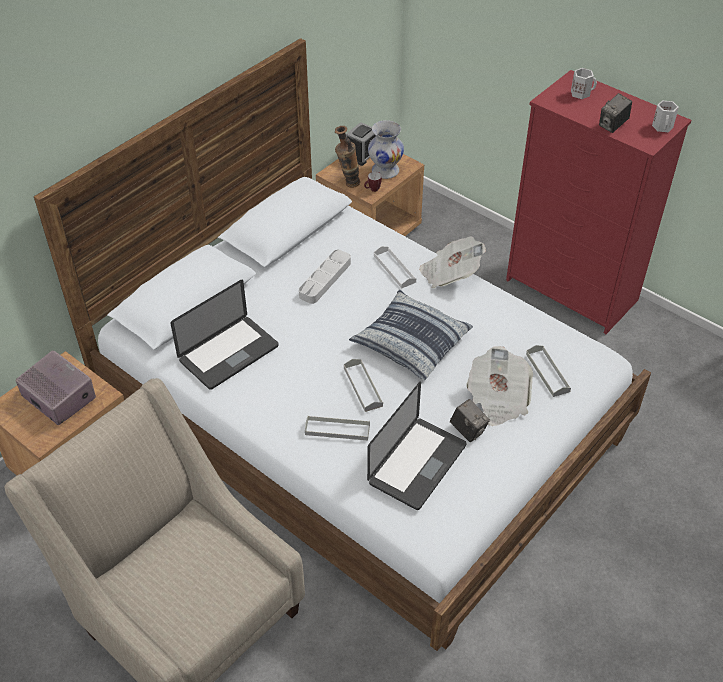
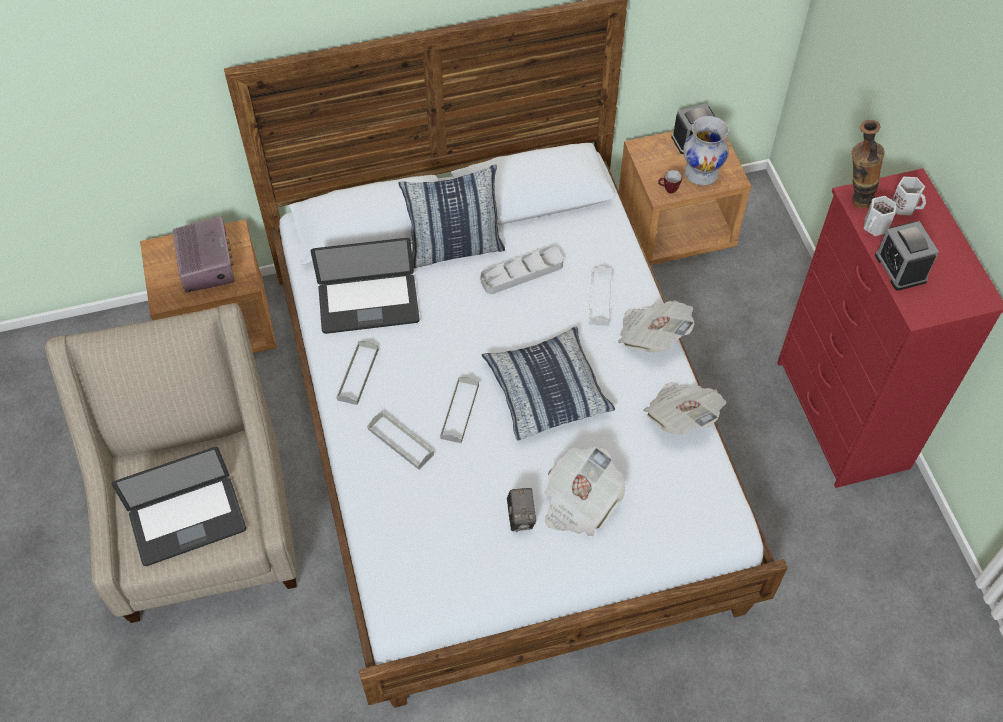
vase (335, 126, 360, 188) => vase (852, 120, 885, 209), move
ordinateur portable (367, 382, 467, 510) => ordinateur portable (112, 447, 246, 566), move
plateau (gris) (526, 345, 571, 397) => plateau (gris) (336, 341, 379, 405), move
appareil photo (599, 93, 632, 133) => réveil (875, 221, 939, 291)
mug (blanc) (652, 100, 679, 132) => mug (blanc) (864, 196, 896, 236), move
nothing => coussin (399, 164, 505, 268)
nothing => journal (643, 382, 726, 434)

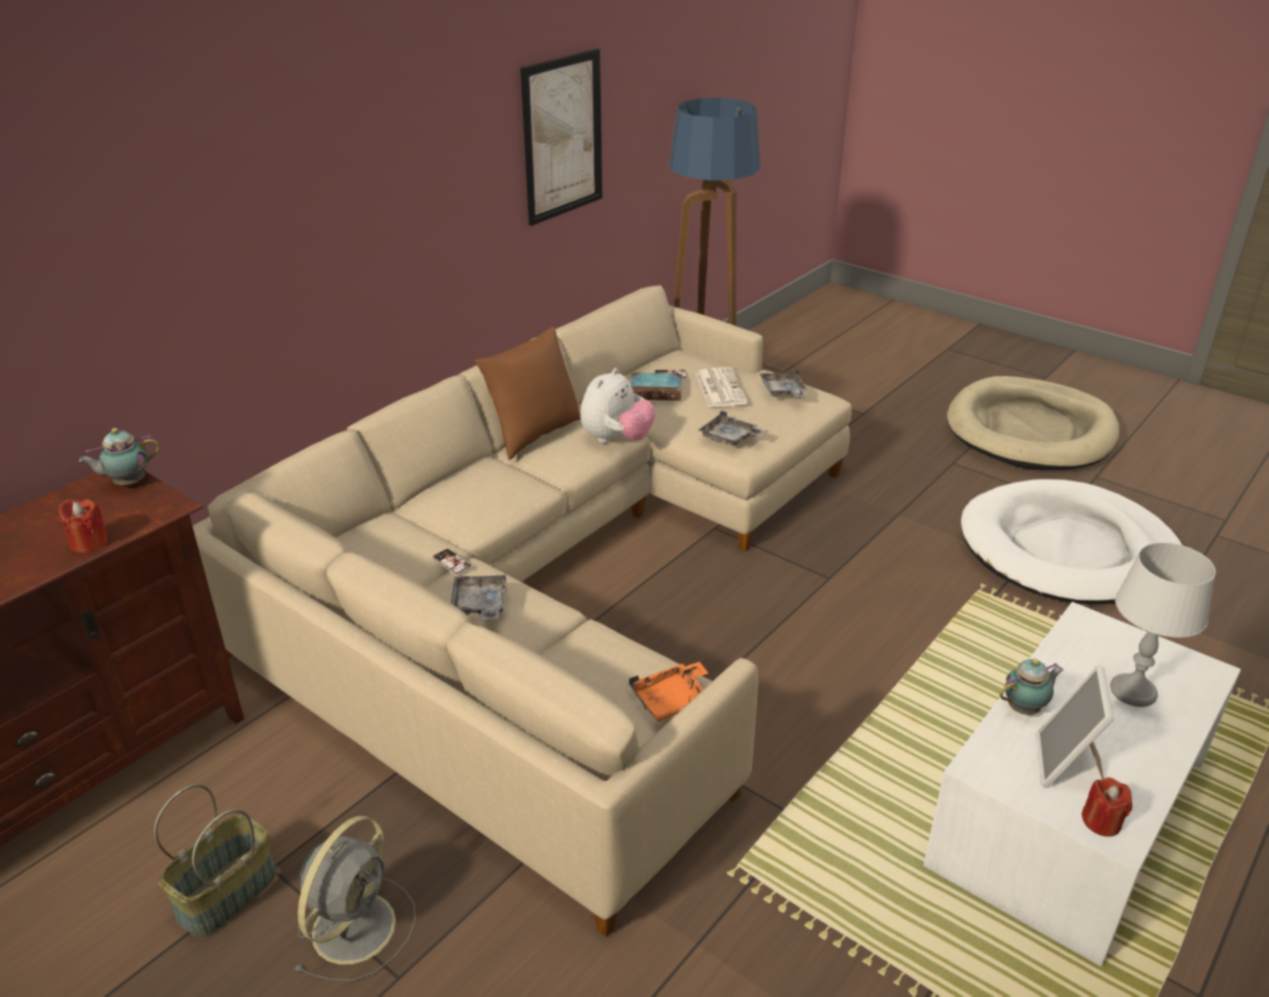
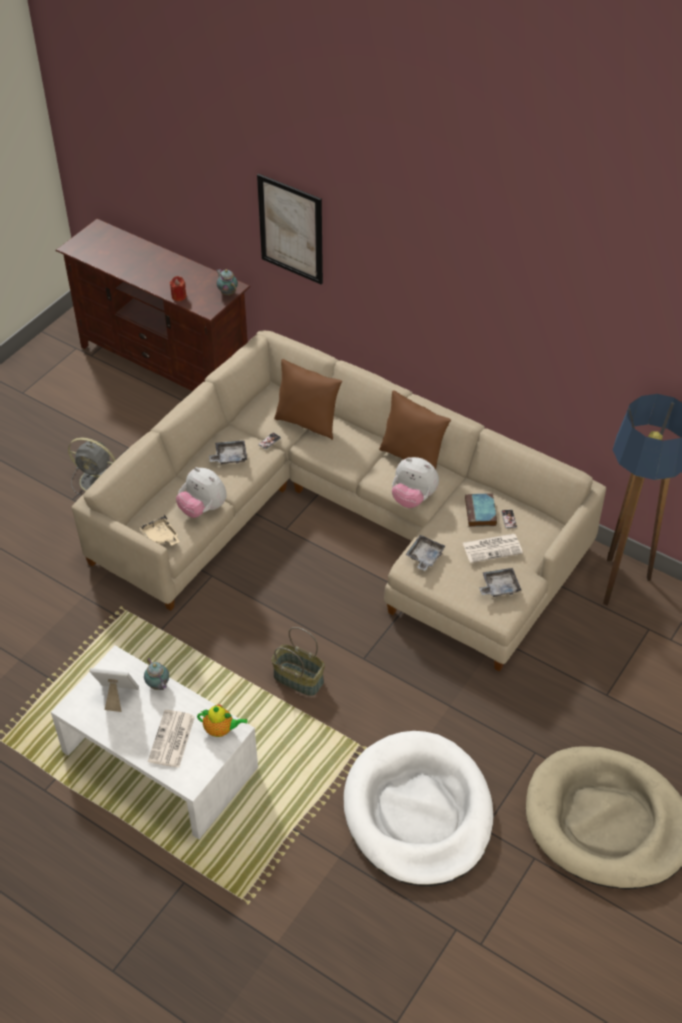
panier (154, 784, 277, 937) => panier (271, 627, 325, 696), move
tableau (520, 48, 603, 226) => tableau (257, 174, 323, 285), move
plateau (orange) (629, 662, 708, 722) => plateau (beige) (139, 515, 180, 546)
bougie (rouge) (1081, 777, 1132, 837) => nothing
lampe de table (gris) (1110, 542, 1216, 707) => journal (148, 710, 195, 768)
nothing => peluche (176, 467, 227, 518)
nothing => théière (197, 705, 248, 737)
nothing => coussin (marron) (274, 359, 342, 440)

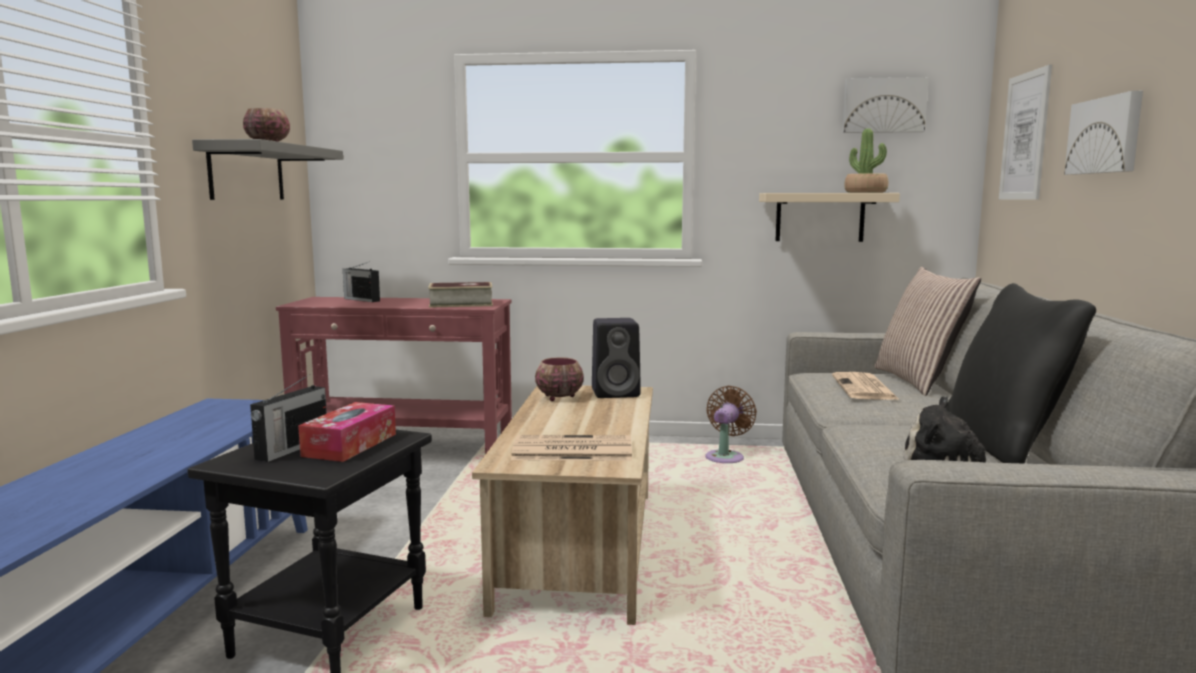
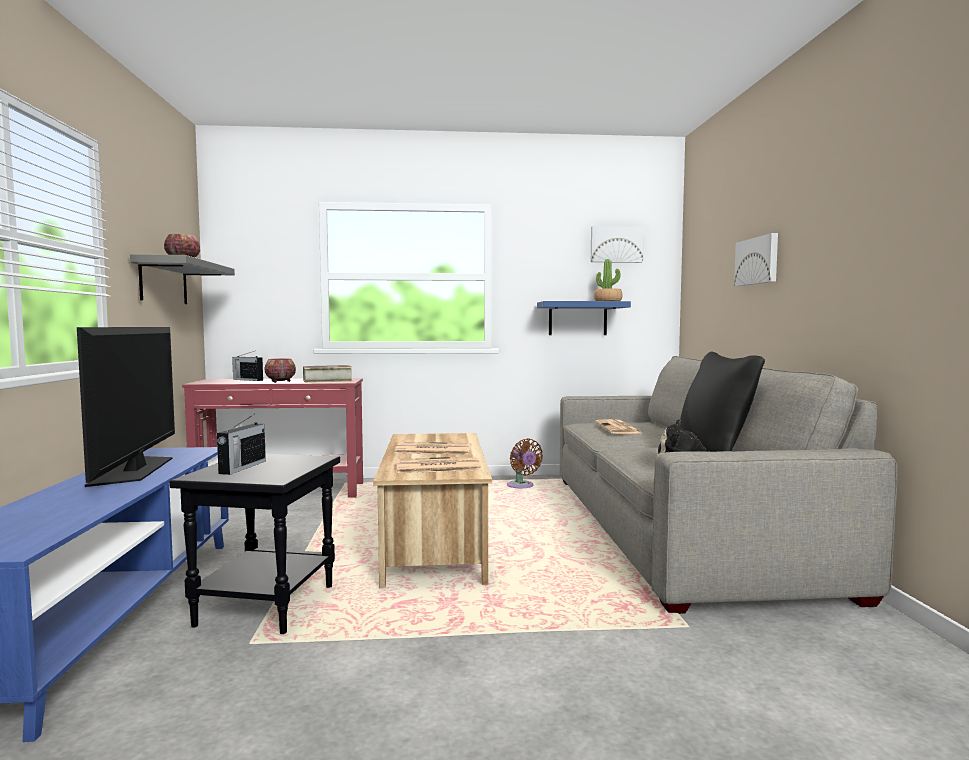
boîte à mouchoirs (298, 402, 396, 462) => nothing
bol (535, 357, 583, 401) => bol (264, 358, 296, 383), move
enceinte (noir) (592, 318, 641, 398) => nothing
ventilateur (marron) (705, 386, 757, 463) => ventilateur (marron) (507, 438, 543, 488), 135 degrees clockwise
étagère (beige) (759, 193, 900, 242) => étagère (bleu) (537, 301, 631, 335)
coussin (875, 267, 981, 396) => nothing
tableau (999, 65, 1052, 200) => nothing
nothing => téléviseur (77, 327, 175, 487)
nothing => journal (395, 442, 472, 455)

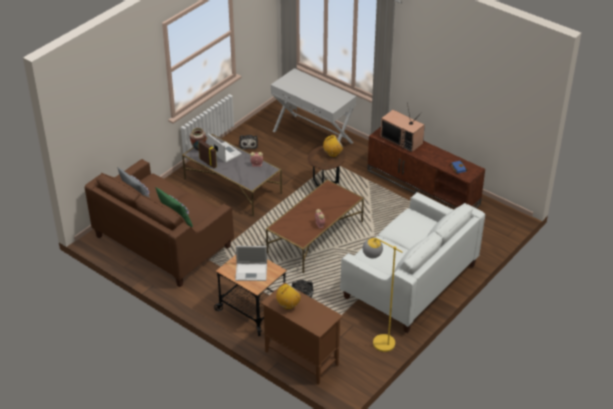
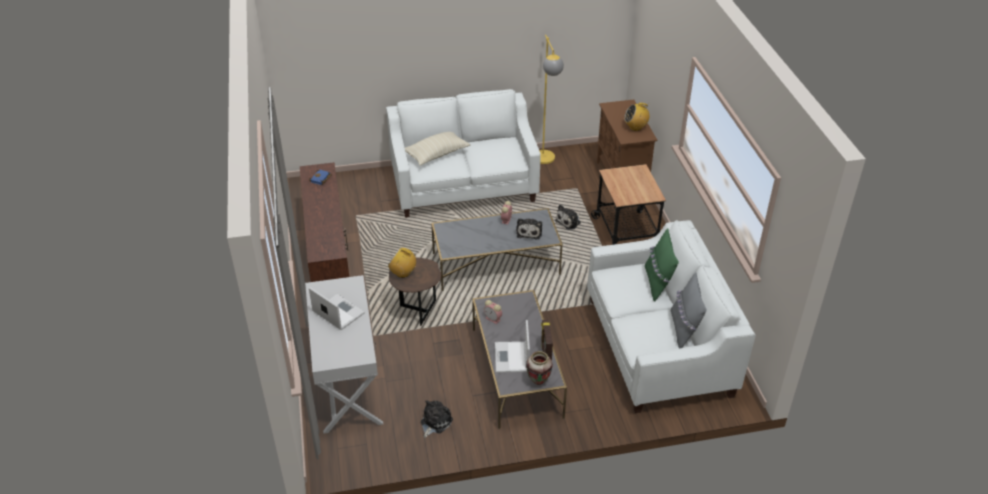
canapé (marron) (85, 159, 234, 287) => canapé (blanc) (587, 220, 756, 413)
ordinateur portable (235, 246, 267, 281) => ordinateur portable (309, 287, 365, 330), move
table basse (marron) (266, 179, 364, 273) => table basse (gris) (431, 208, 563, 291)
téléviseur (380, 102, 425, 152) => nothing
nothing => coussin (beige) (405, 132, 470, 166)
nothing => peluche (516, 218, 542, 239)

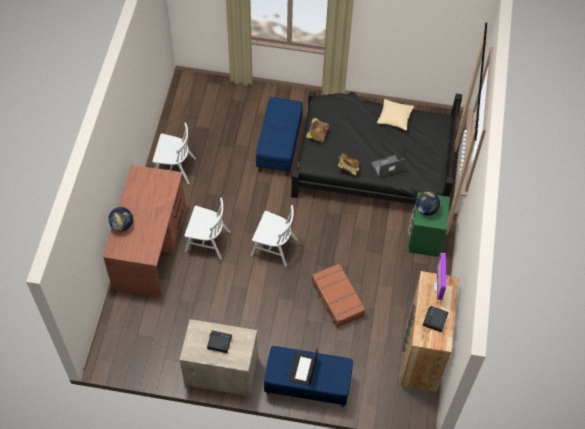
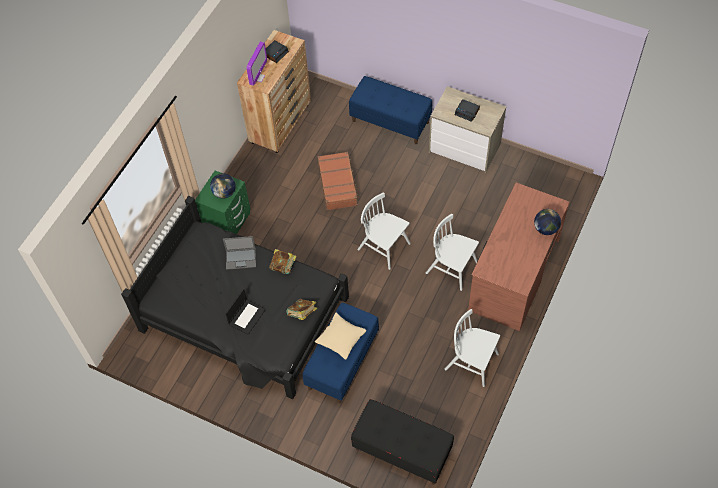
ordinateur portable (288, 349, 318, 386) => ordinateur portable (225, 288, 266, 335), move
coussin (beige) (377, 99, 414, 130) => coussin (beige) (315, 313, 366, 360), move
nothing => banc (noir) (351, 399, 454, 485)

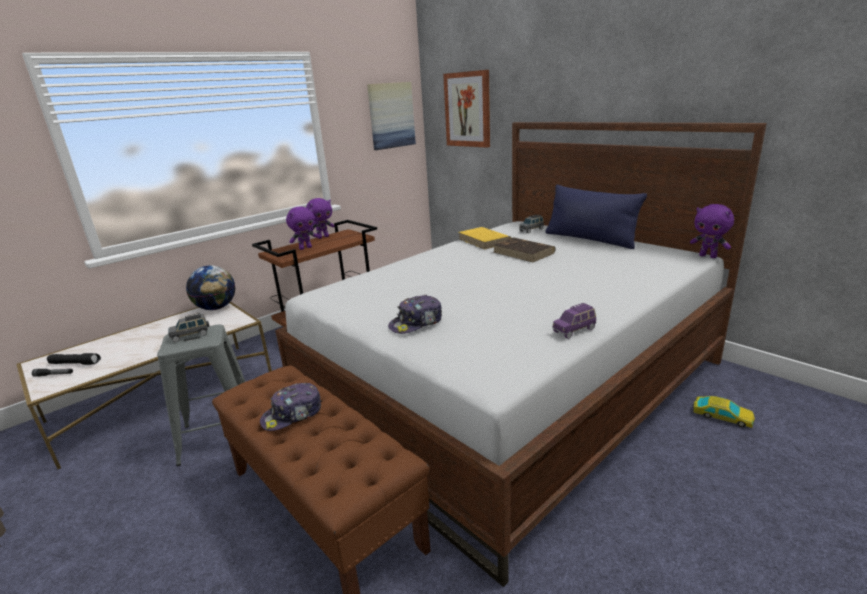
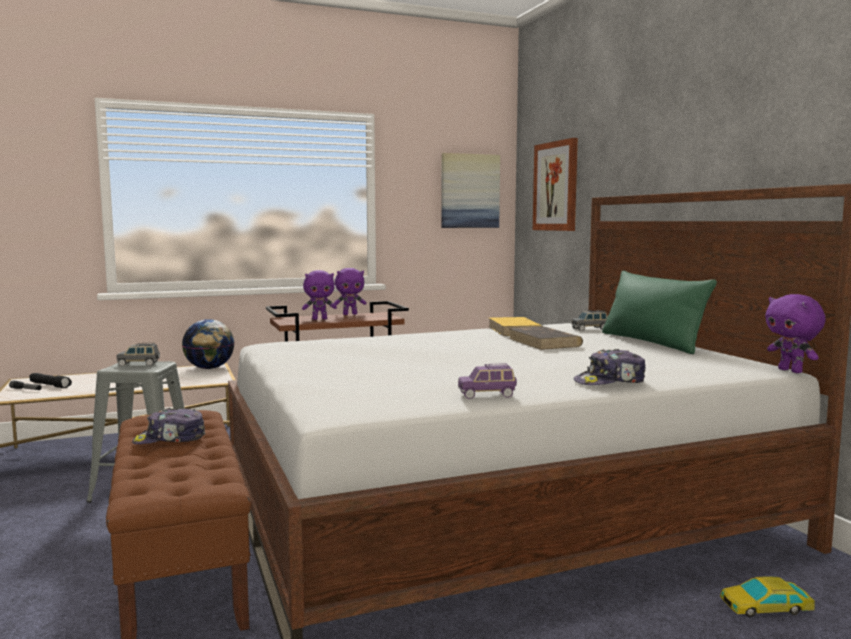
casquette (388, 295, 442, 334) => casquette (574, 349, 646, 385), move
coussin (bleu) (545, 185, 647, 249) => coussin (vert) (602, 271, 717, 354)
petite voiture (693, 396, 755, 428) => petite voiture (720, 576, 815, 617), 120 degrees clockwise

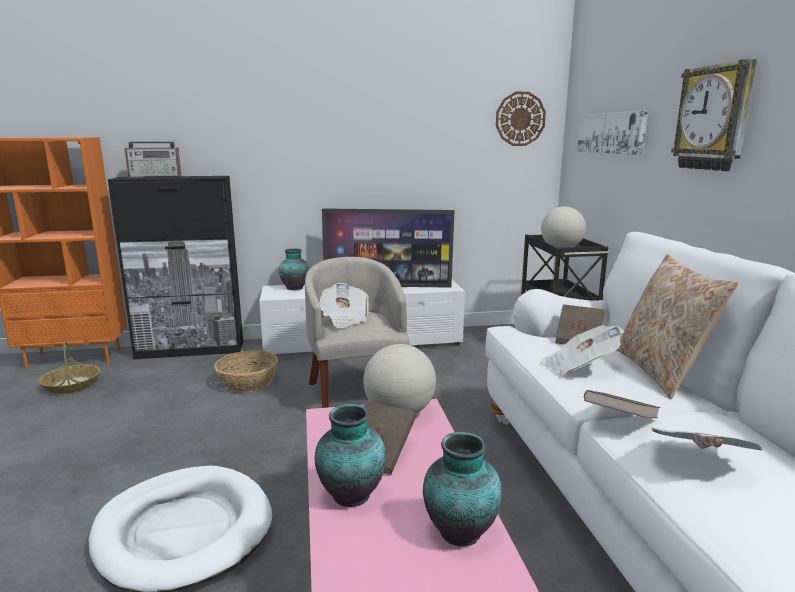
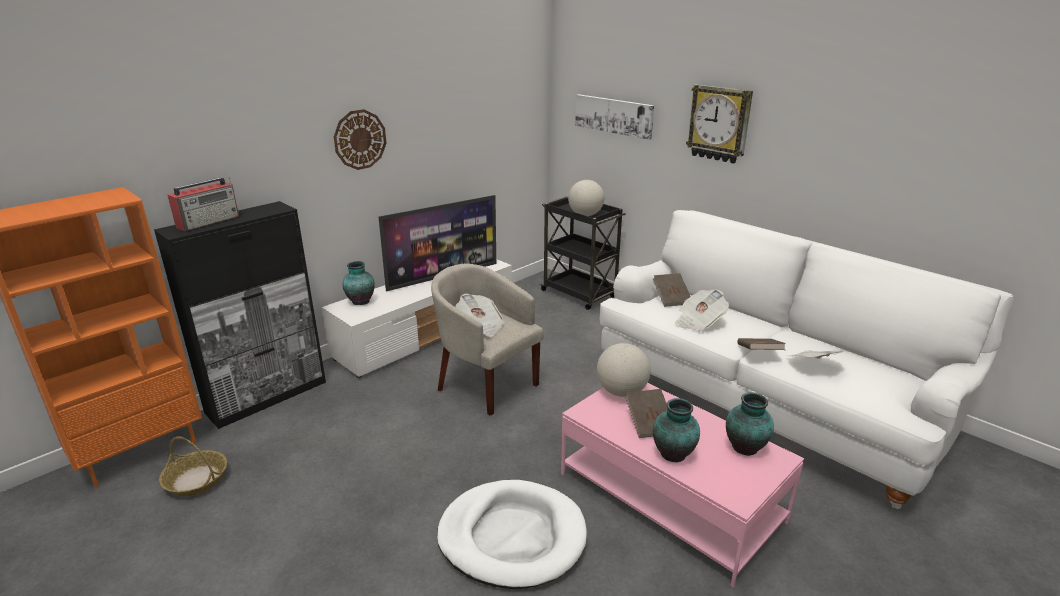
panier (214, 350, 278, 392) => nothing
horloge murale (496, 92, 546, 146) => horloge murale (334, 109, 386, 170), move
coussin (beige) (617, 254, 738, 399) => nothing

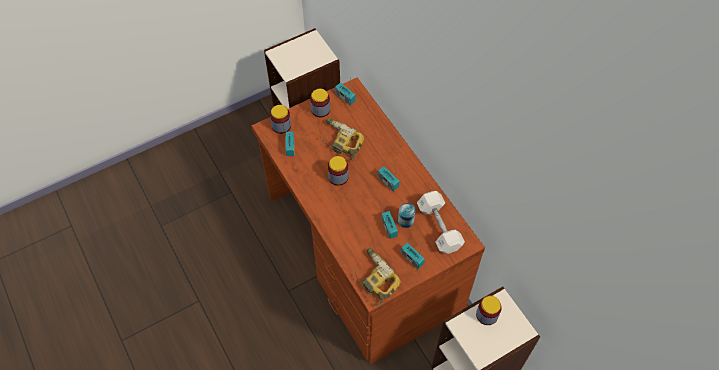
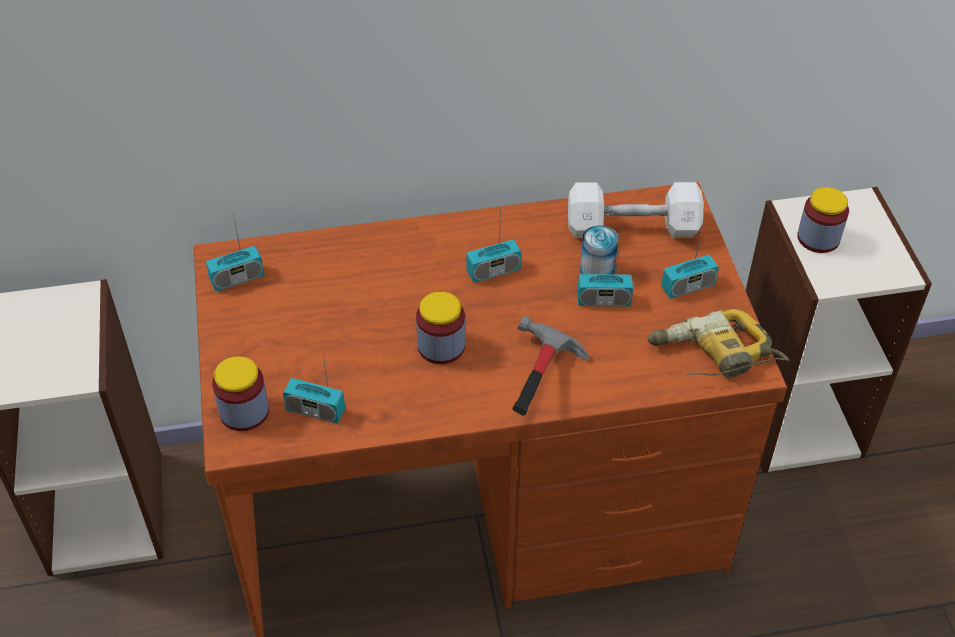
bocal (310, 89, 330, 117) => nothing
perceuse (320, 118, 364, 161) => nothing
nothing => marteau (512, 315, 590, 416)

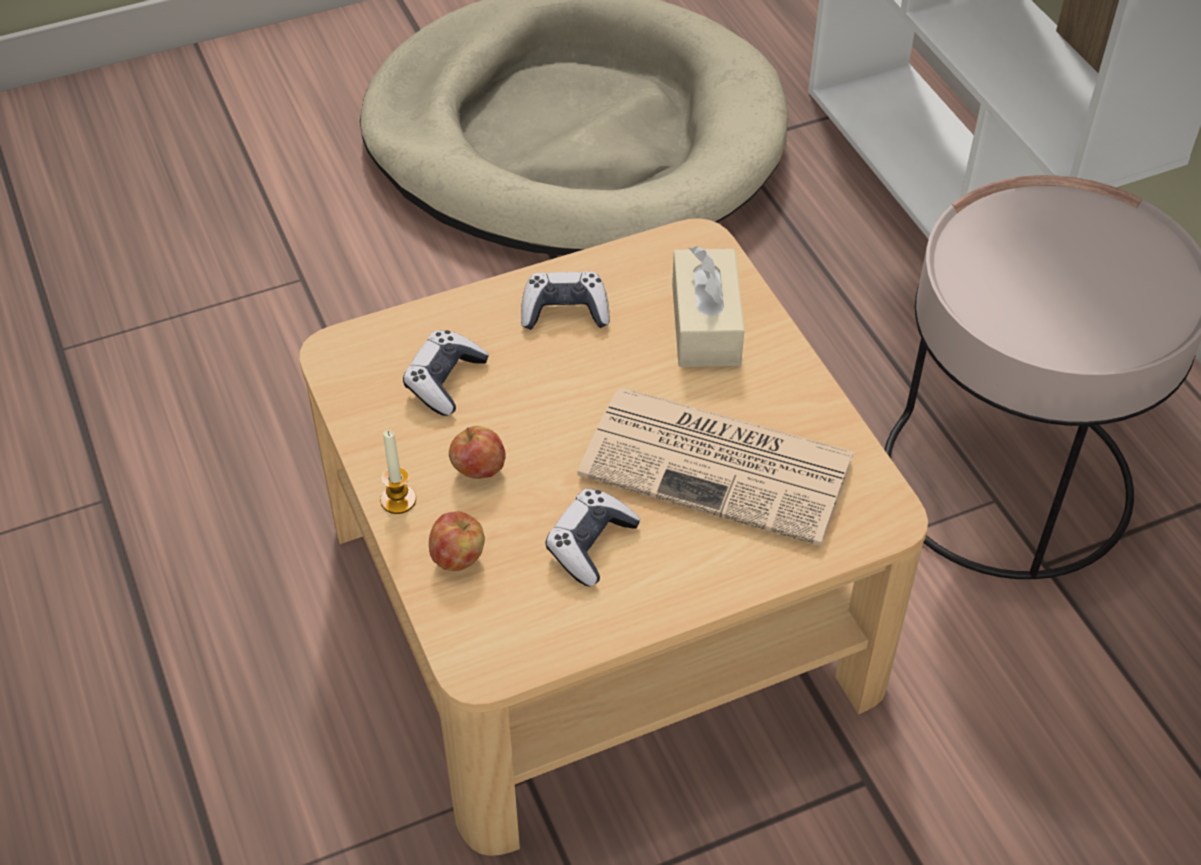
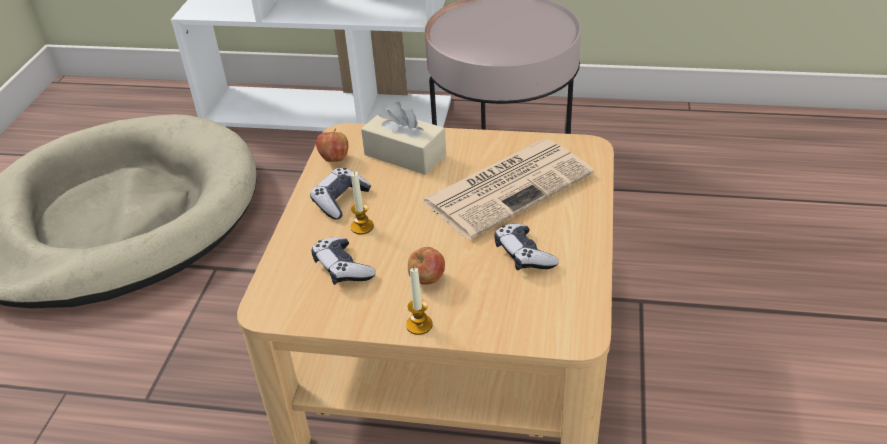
pomme (429, 511, 485, 571) => pomme (316, 129, 348, 162), move
nothing => bougie (351, 171, 374, 235)

